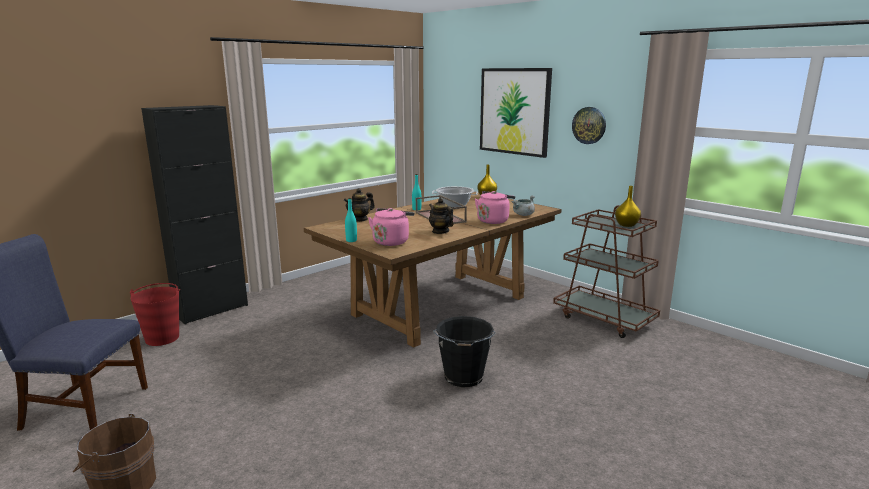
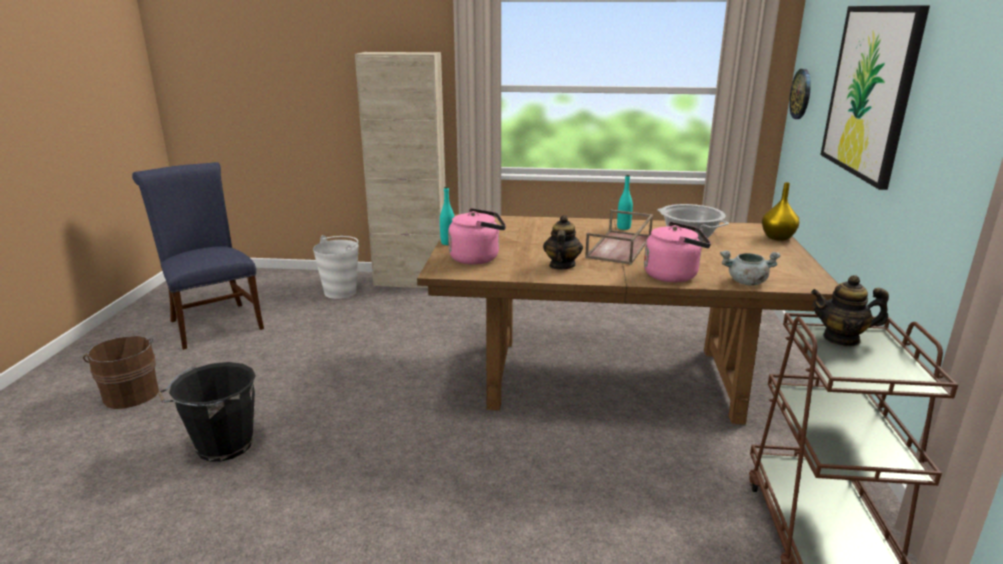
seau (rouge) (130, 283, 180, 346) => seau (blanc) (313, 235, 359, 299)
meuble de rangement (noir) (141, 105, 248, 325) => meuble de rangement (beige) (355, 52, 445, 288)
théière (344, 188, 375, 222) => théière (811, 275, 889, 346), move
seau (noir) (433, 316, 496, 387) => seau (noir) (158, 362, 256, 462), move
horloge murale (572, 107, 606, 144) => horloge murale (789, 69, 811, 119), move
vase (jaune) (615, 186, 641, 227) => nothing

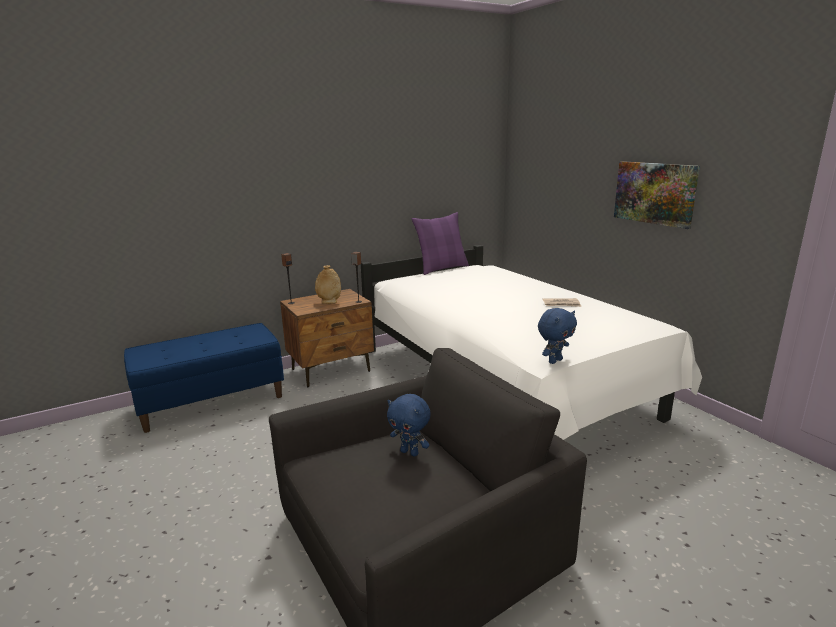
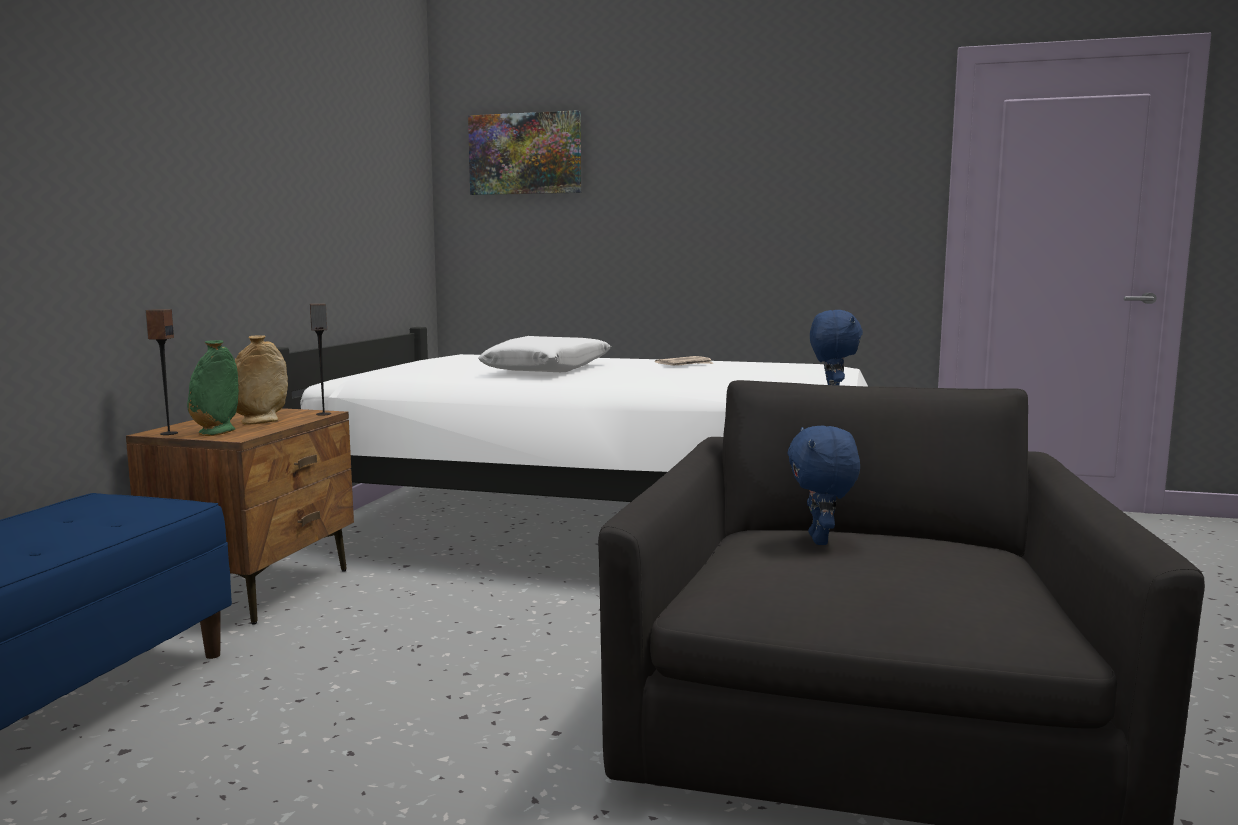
peluche (bleu) (387, 394, 431, 457) => peluche (bleu) (788, 426, 860, 545), 105 degrees clockwise
coussin (violet) (412, 212, 469, 275) => nothing
tableau (614, 161, 700, 229) => tableau (468, 110, 581, 195), move
nothing => vase (vert) (187, 340, 239, 436)
nothing => coussin (blanc) (478, 336, 611, 372)

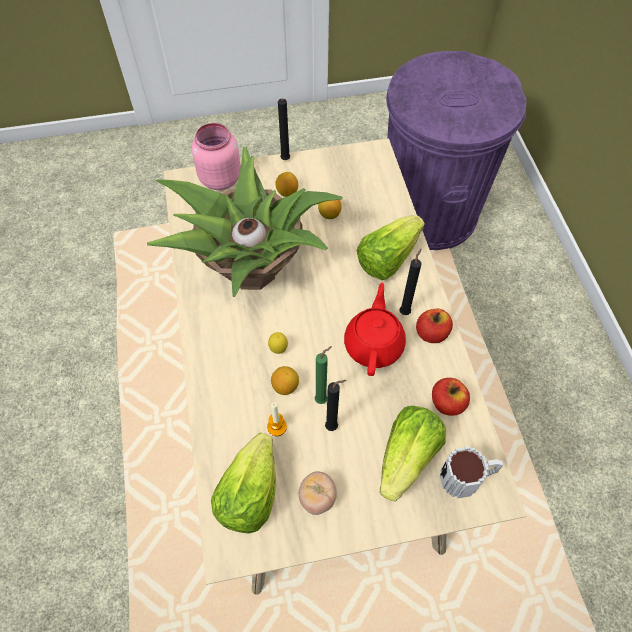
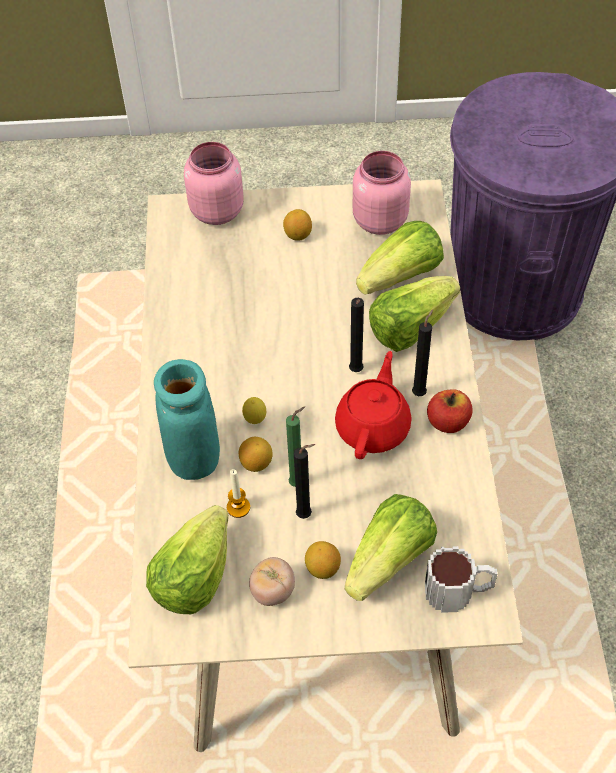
plante en pot (147, 147, 343, 297) => nothing
bougie (noir) (278, 98, 290, 160) => bougie (noir) (349, 298, 364, 372), move
citron (318, 200, 341, 219) => citron (305, 541, 341, 579), move
pomme (432, 378, 470, 416) => nothing
nothing => vase (turquoise) (154, 359, 220, 480)
nothing => bocal (rose) (353, 151, 411, 235)
nothing => laitue (356, 221, 444, 295)

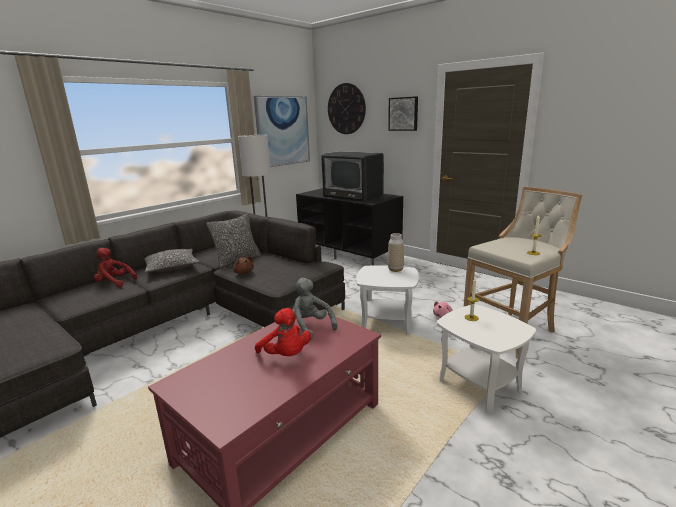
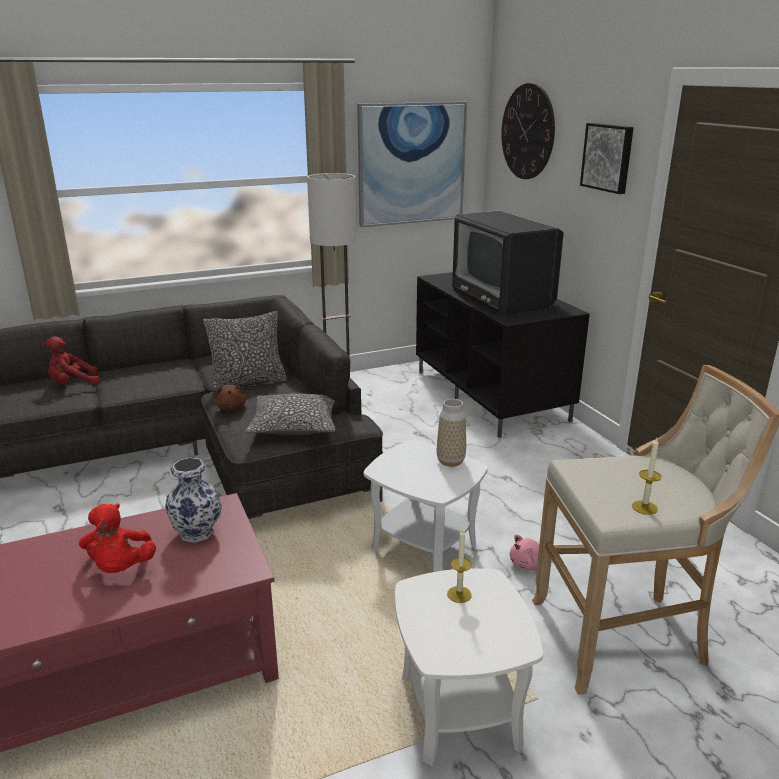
peluche (rouge) (94, 248, 137, 287) => peluche (rouge) (43, 337, 100, 386), 60 degrees counterclockwise
coussin (144, 249, 200, 272) => coussin (245, 393, 336, 435), move
peluche (gris) (292, 278, 337, 339) => vase (165, 457, 222, 543)

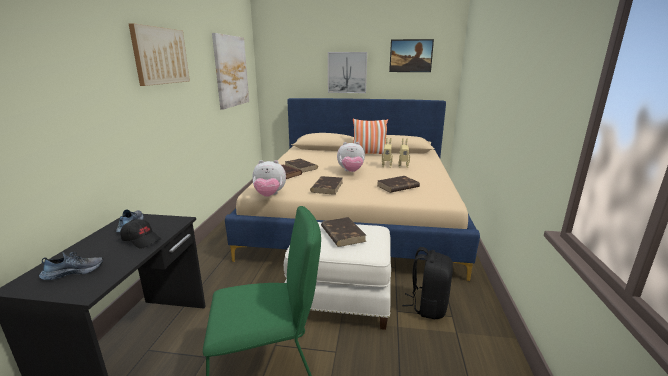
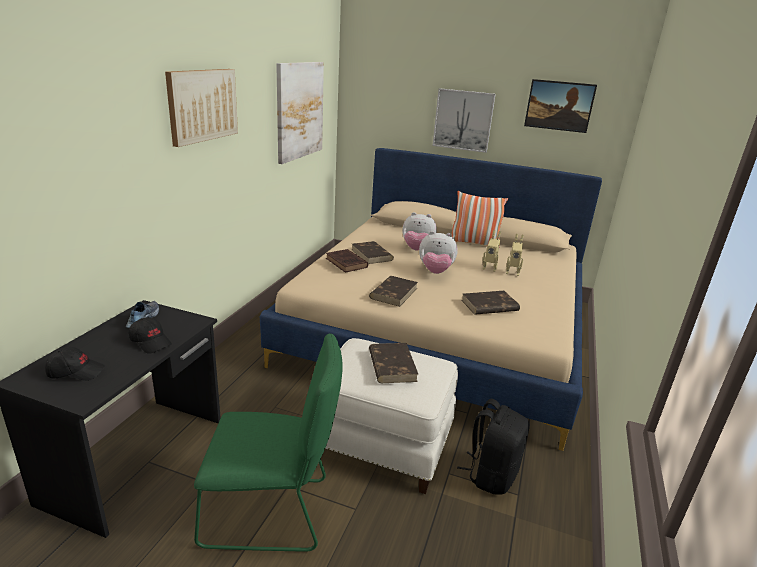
chaussure (39, 252, 103, 280) => casquette (noir) (45, 347, 105, 381)
peluche (253, 160, 286, 197) => peluche (403, 212, 437, 250), move

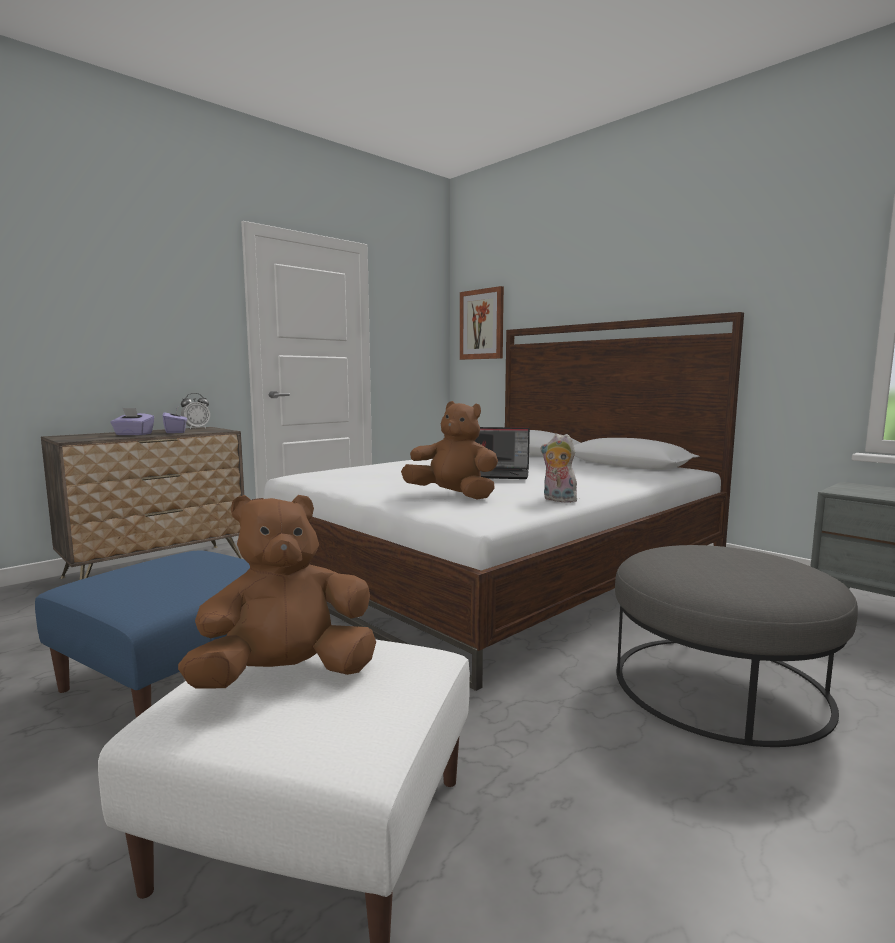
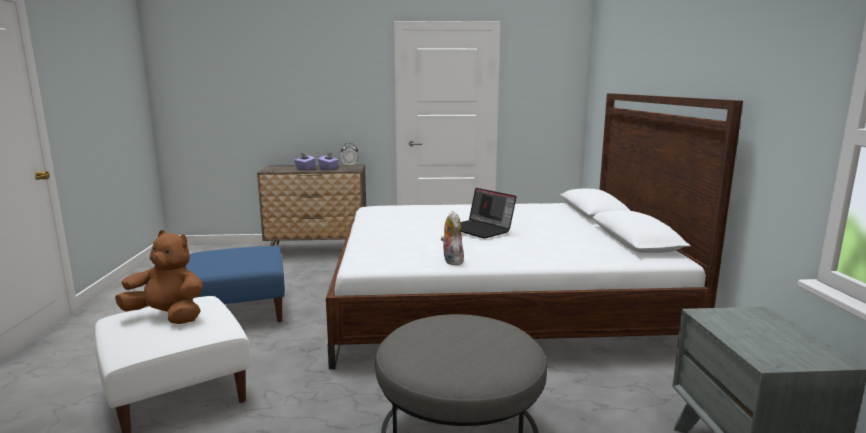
peluche (marron) (401, 401, 498, 500) => nothing
tableau (460, 286, 504, 360) => nothing

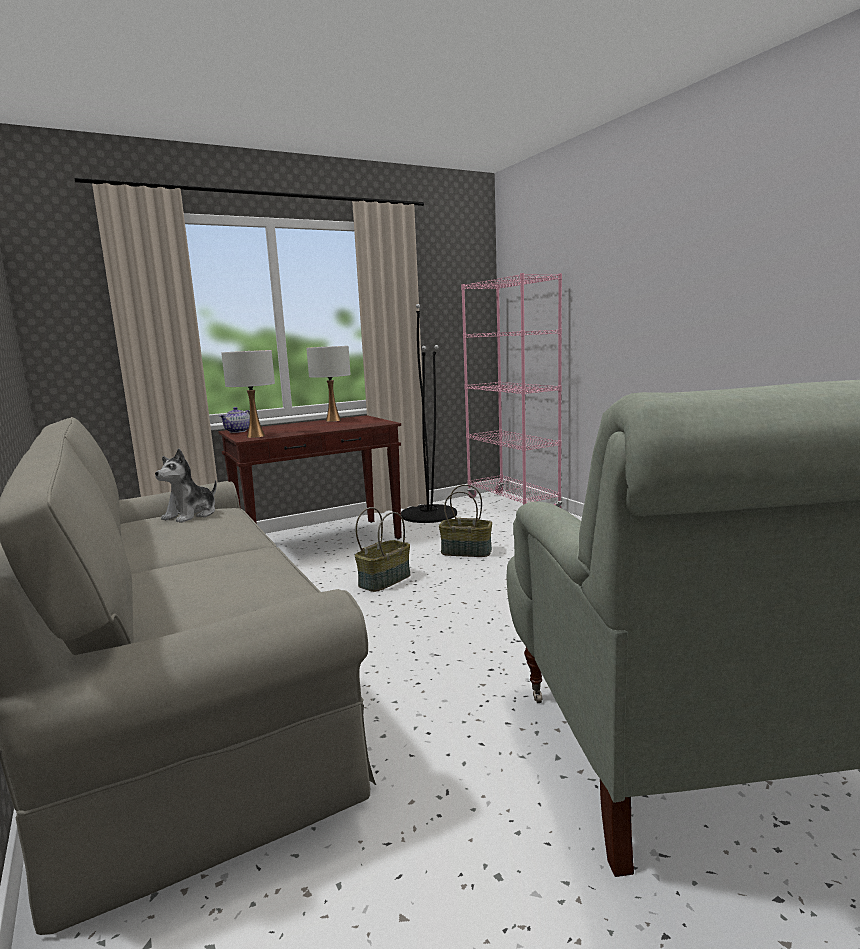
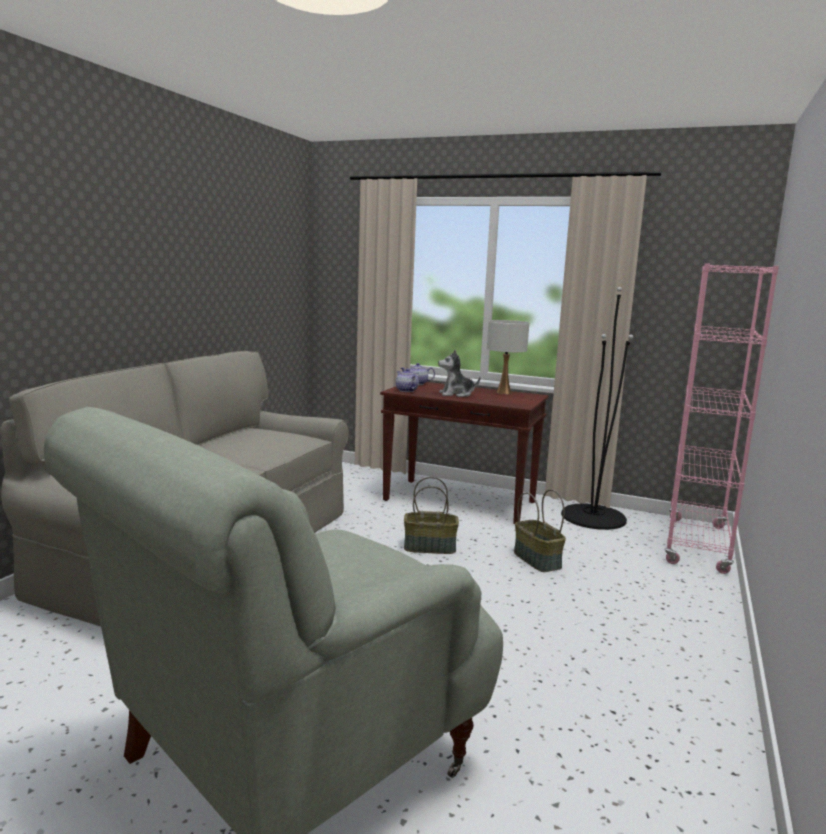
peluche (155, 449, 217, 523) => peluche (438, 350, 480, 397), move
lampe de table (blanc) (221, 350, 275, 438) => théière (396, 369, 419, 392)

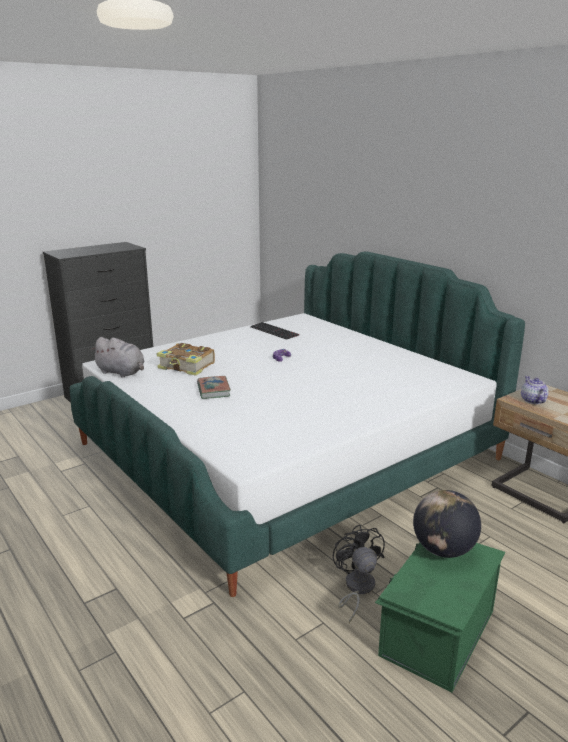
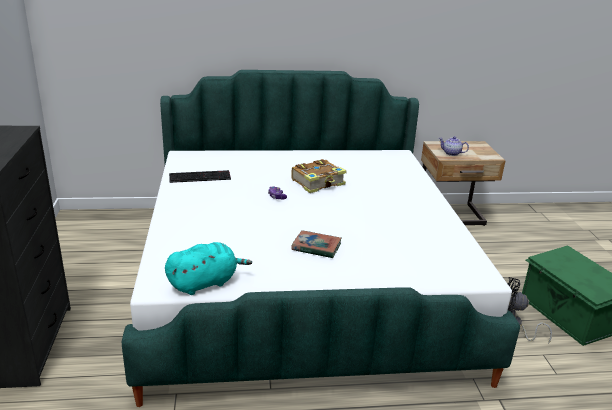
peluche (gris) (91, 337, 145, 378) => peluche (turquoise) (165, 242, 252, 295)
livre (156, 343, 215, 376) => livre (291, 159, 347, 193), move
globe (413, 490, 481, 558) => nothing

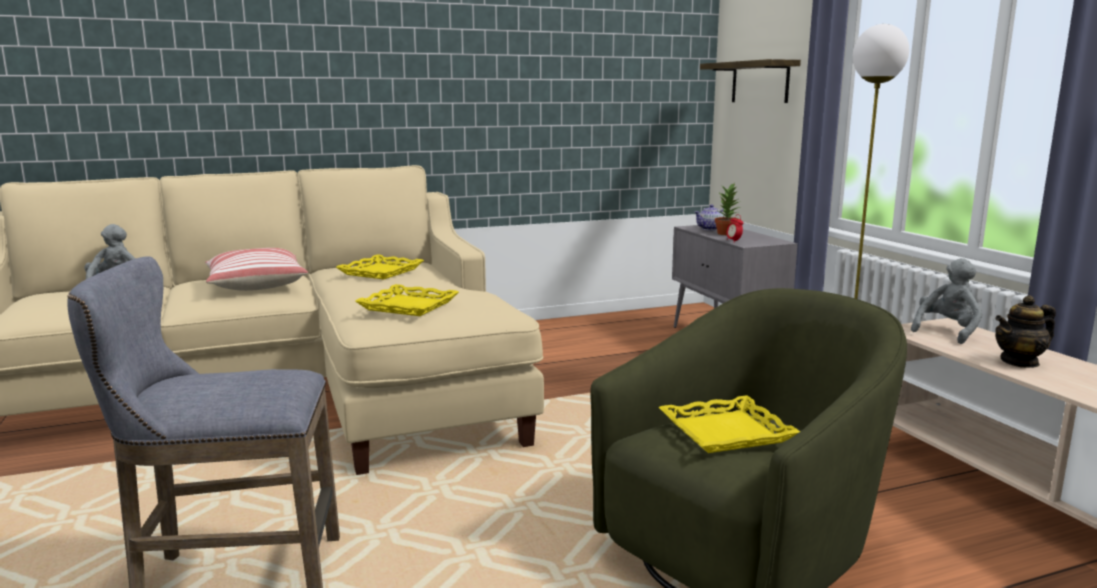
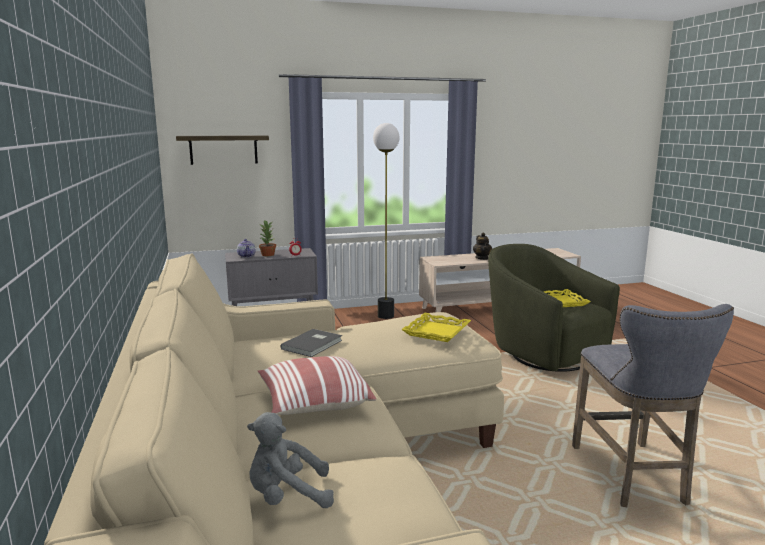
plateau (jaune) (336, 254, 424, 279) => livre (gris) (280, 329, 342, 357)
peluche (gris) (911, 258, 982, 344) => nothing

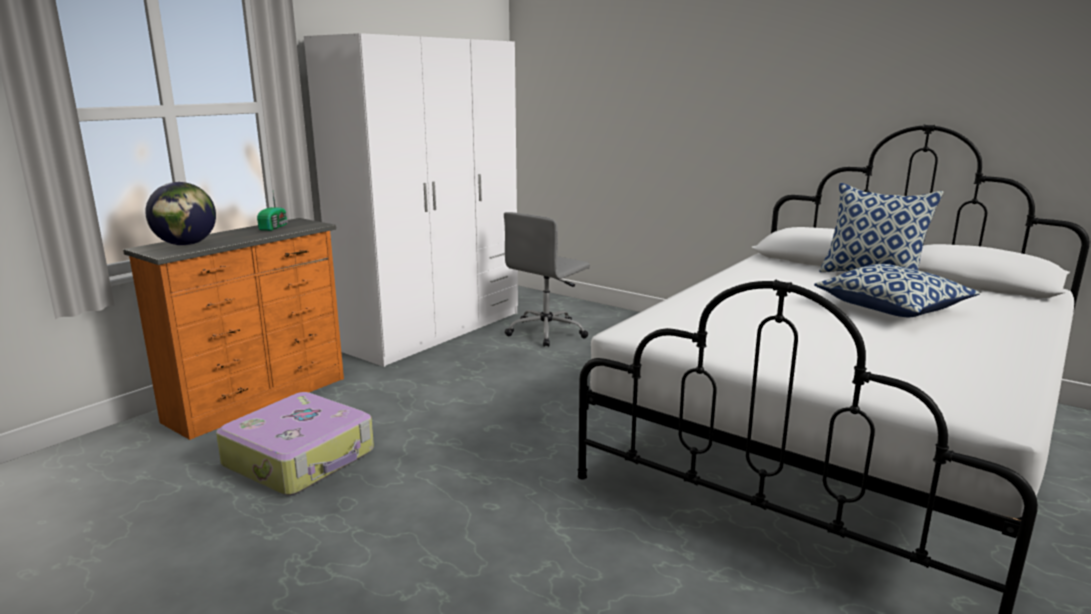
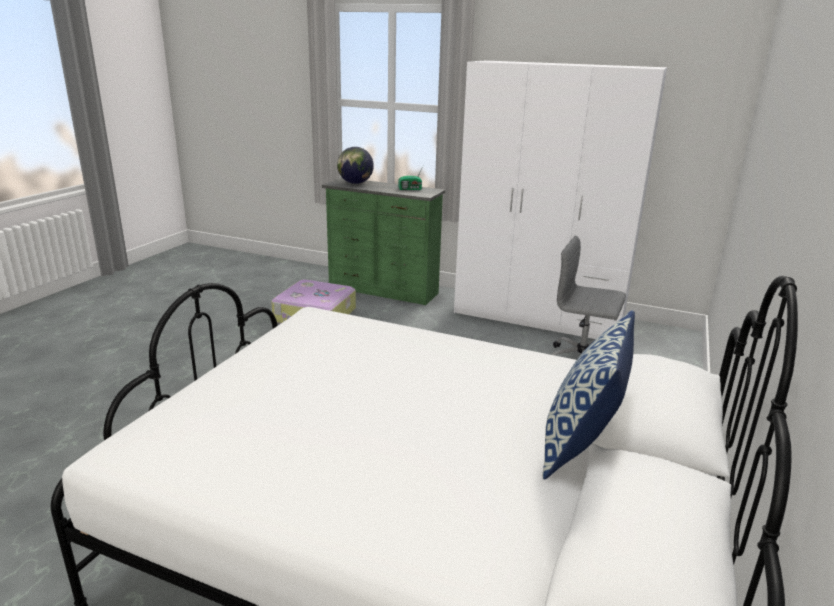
commode (orange) (123, 218, 344, 440) => commode (vert) (322, 178, 445, 305)
coussin (814, 264, 980, 317) => nothing

